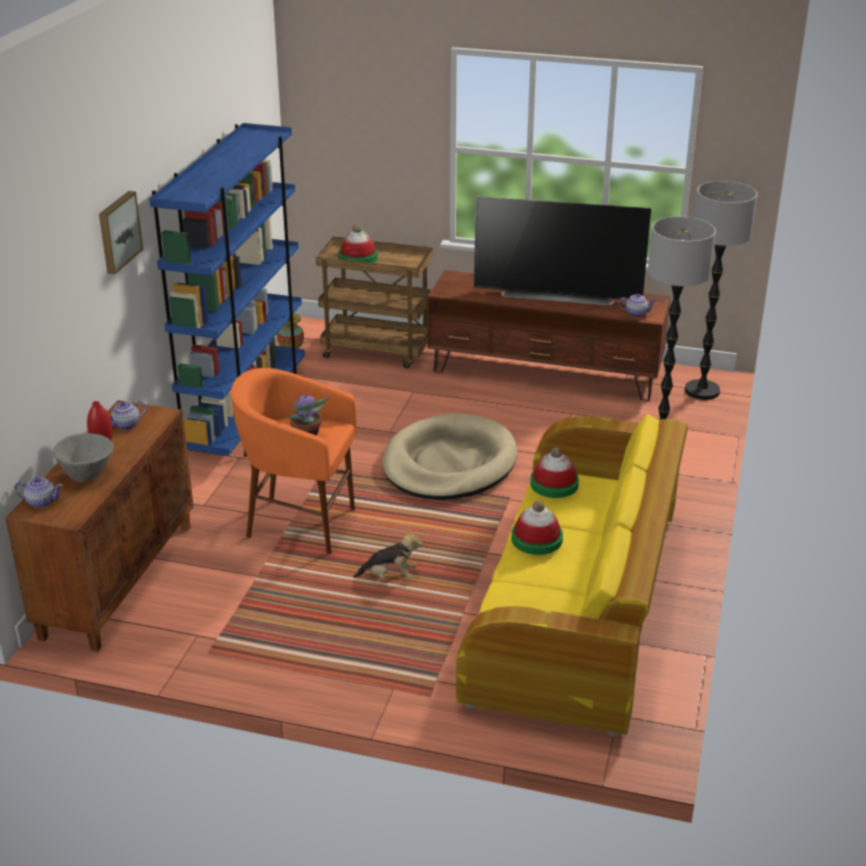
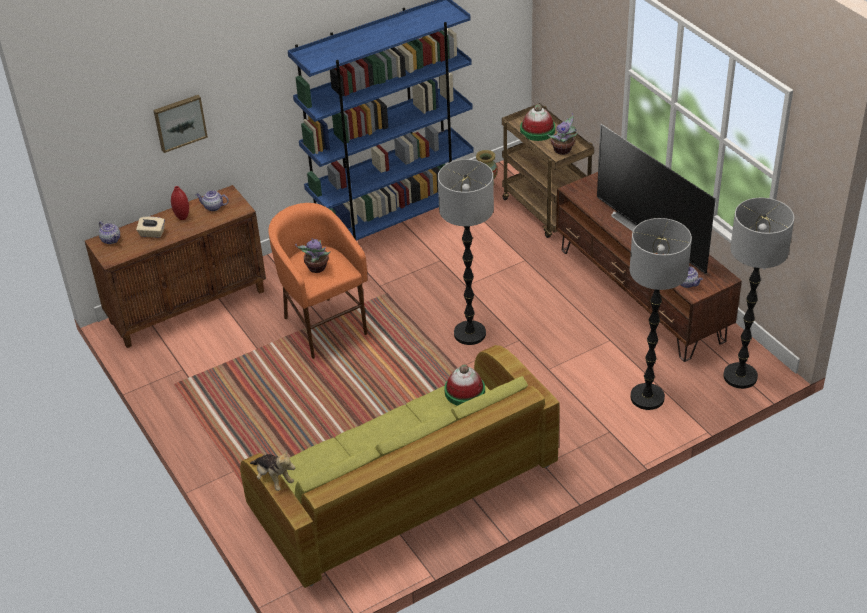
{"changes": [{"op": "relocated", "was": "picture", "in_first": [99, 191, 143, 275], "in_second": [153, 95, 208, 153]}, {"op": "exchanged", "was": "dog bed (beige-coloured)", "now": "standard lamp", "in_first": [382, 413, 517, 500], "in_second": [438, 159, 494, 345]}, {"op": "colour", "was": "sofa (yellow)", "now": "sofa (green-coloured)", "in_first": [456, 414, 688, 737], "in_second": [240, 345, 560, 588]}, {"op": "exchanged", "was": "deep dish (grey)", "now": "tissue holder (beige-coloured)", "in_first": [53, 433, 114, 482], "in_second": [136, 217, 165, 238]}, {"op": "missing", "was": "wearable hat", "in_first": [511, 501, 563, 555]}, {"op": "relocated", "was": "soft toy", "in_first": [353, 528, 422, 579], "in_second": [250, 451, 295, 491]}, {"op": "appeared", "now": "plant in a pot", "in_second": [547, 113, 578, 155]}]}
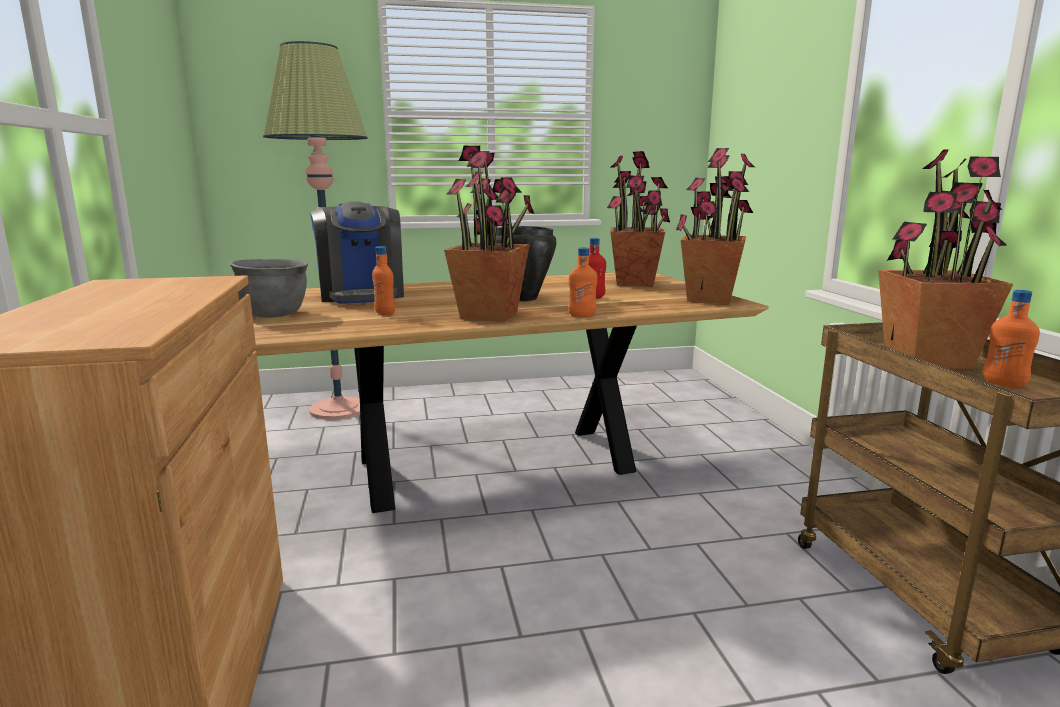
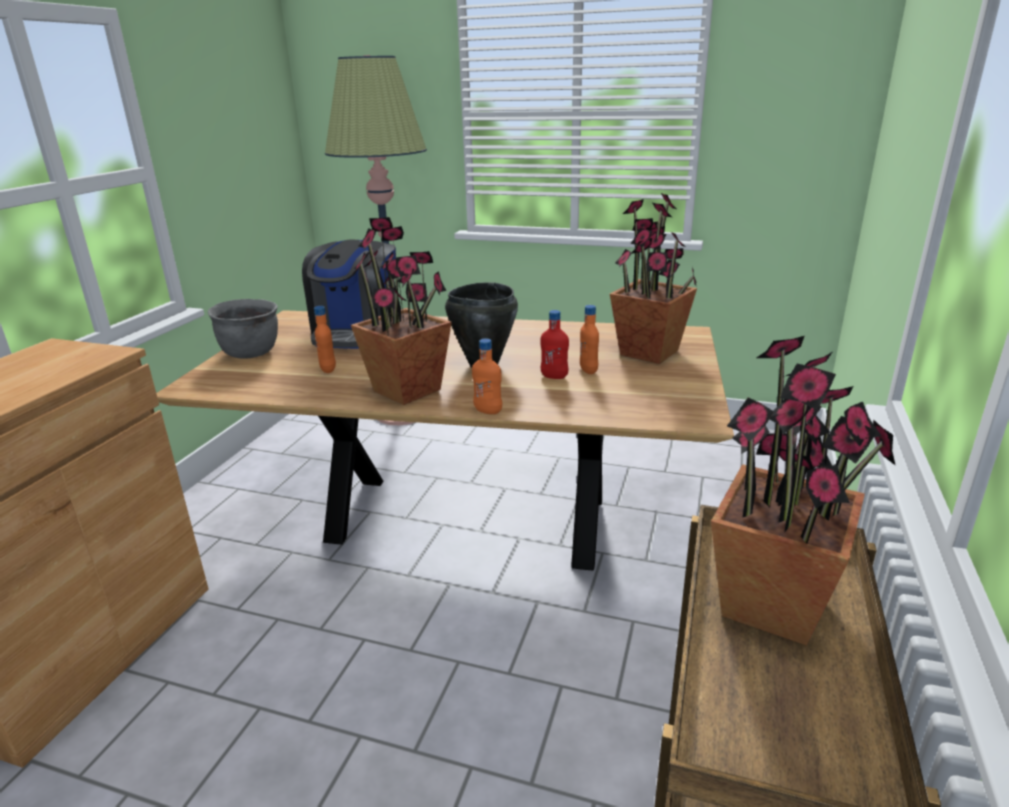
{"changes": [{"op": "missing", "was": "plant in a pot", "in_first": [676, 148, 755, 304]}, {"op": "relocated", "was": "drink bottle (orangey)", "in_first": [983, 290, 1040, 388], "in_second": [580, 305, 599, 374]}]}
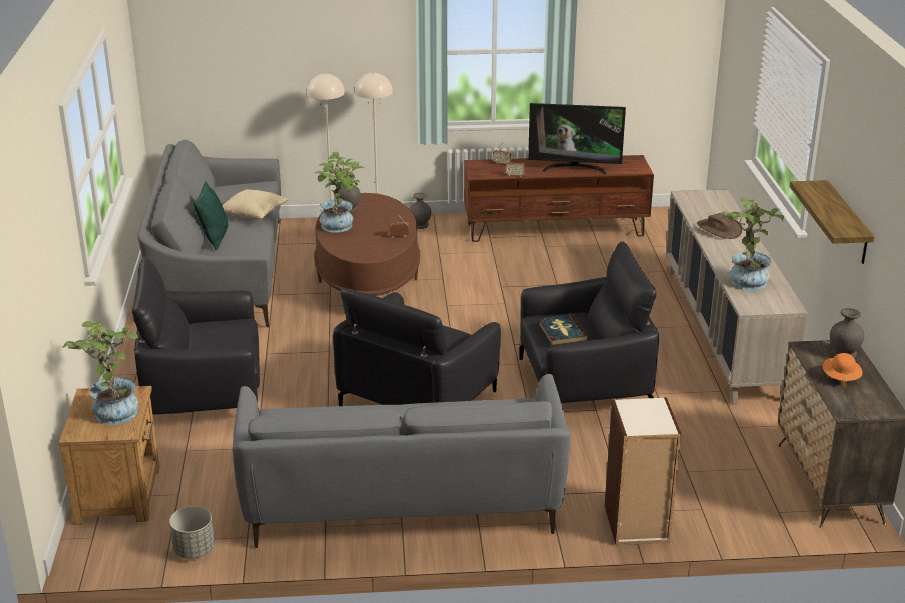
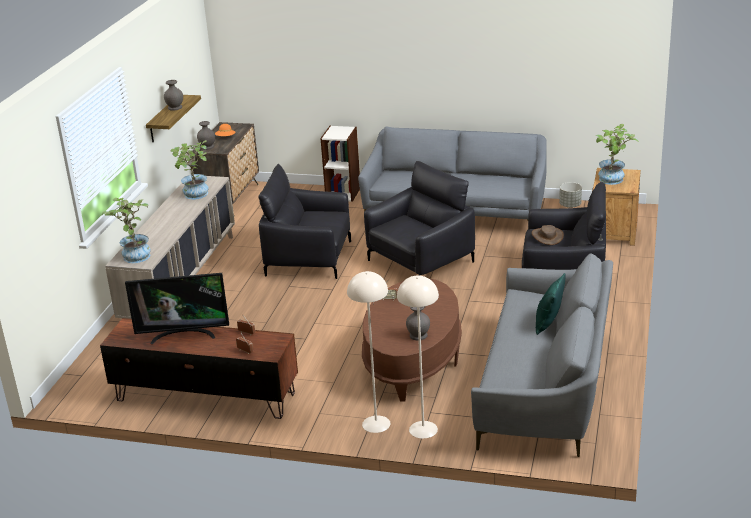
{"changes": [{"op": "spun", "was": "TV", "in_first": [528, 103, 626, 175], "in_second": [125, 273, 229, 344], "clockwise": 150}, {"op": "relocated", "was": "plant in a pot", "in_first": [314, 152, 366, 233], "in_second": [101, 198, 151, 263]}, {"op": "missing", "was": "throw pillow (beige-coloured)", "in_first": [223, 189, 289, 219]}, {"op": "relocated", "was": "decorative vase (grey)", "in_first": [410, 193, 431, 229], "in_second": [164, 80, 183, 111]}, {"op": "relocated", "was": "wearable hat (brownish)", "in_first": [697, 213, 742, 239], "in_second": [532, 225, 564, 245]}, {"op": "missing", "was": "bound book", "in_first": [538, 314, 589, 346]}]}
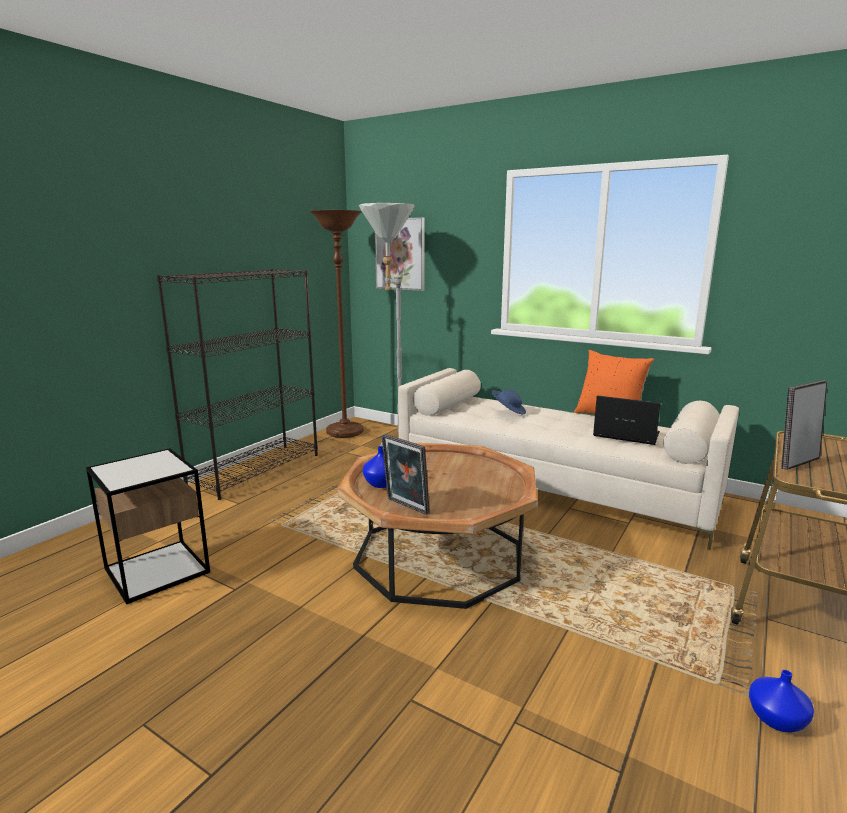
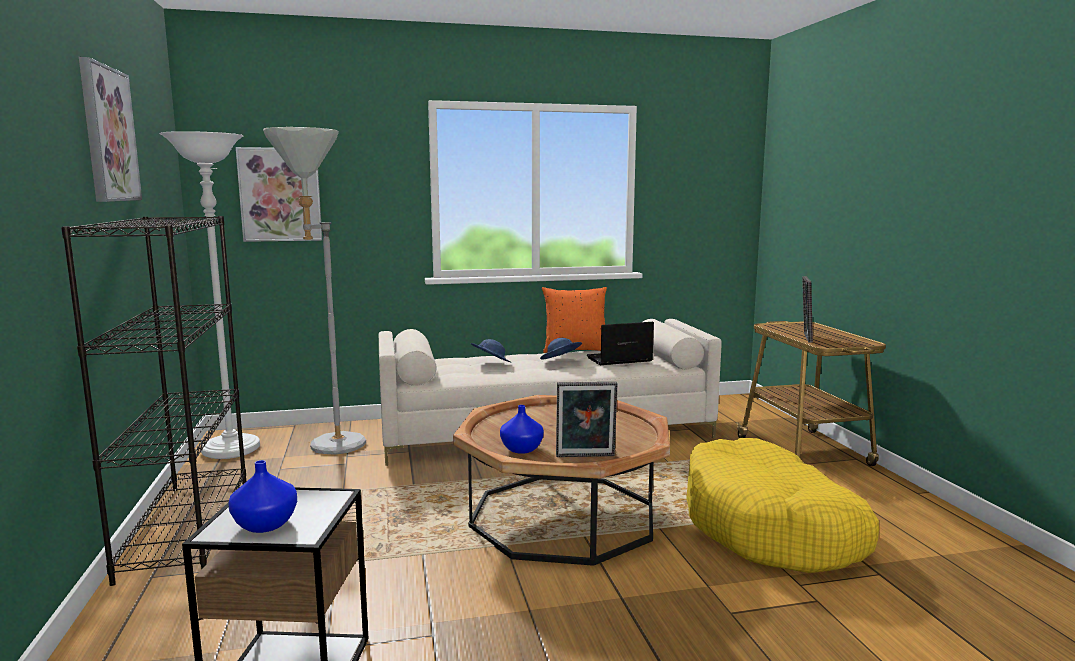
{"changes": [{"op": "colour", "was": "standard lamp (brownish)", "now": "standard lamp (whitish)", "in_first": [309, 210, 364, 438], "in_second": [159, 131, 260, 459]}, {"op": "relocated", "was": "decorative vase (blue)", "in_first": [749, 670, 814, 733], "in_second": [228, 460, 297, 533]}, {"op": "appeared", "now": "picture", "in_second": [79, 57, 142, 202]}, {"op": "appeared", "now": "wearable hat (blue)", "in_second": [540, 338, 582, 360]}, {"op": "appeared", "now": "dog bed (yellow)", "in_second": [686, 438, 879, 573]}]}
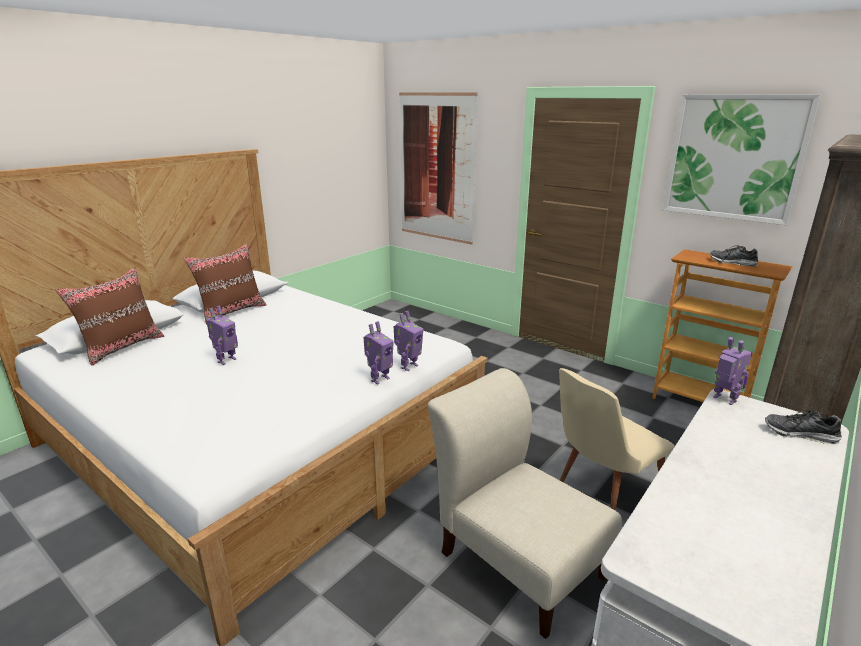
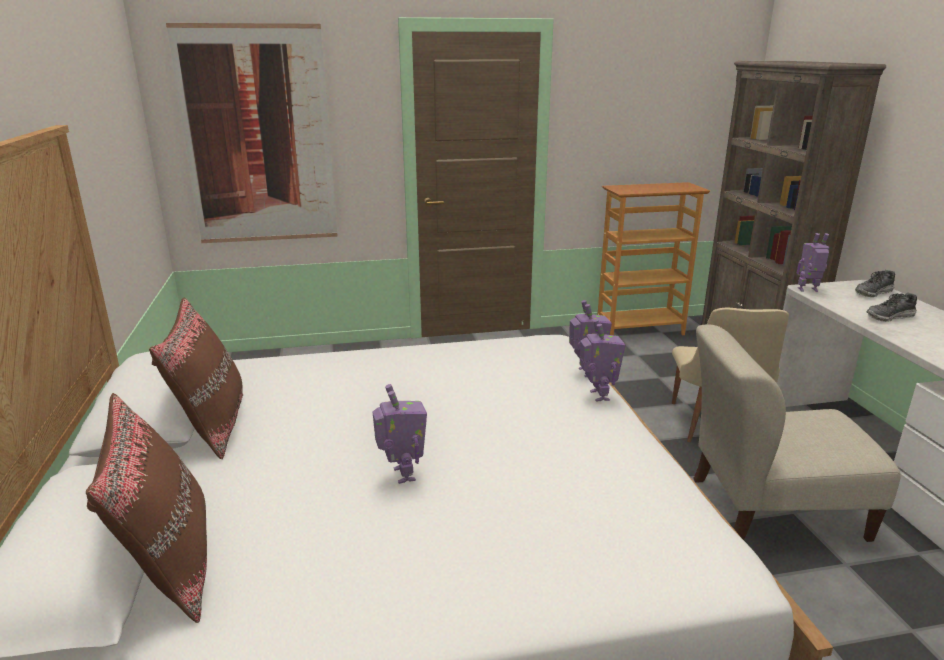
{"changes": [{"op": "missing", "was": "picture", "in_first": [663, 94, 821, 225]}, {"op": "relocated", "was": "item of footwear", "in_first": [710, 246, 758, 266], "in_second": [866, 293, 917, 322]}]}
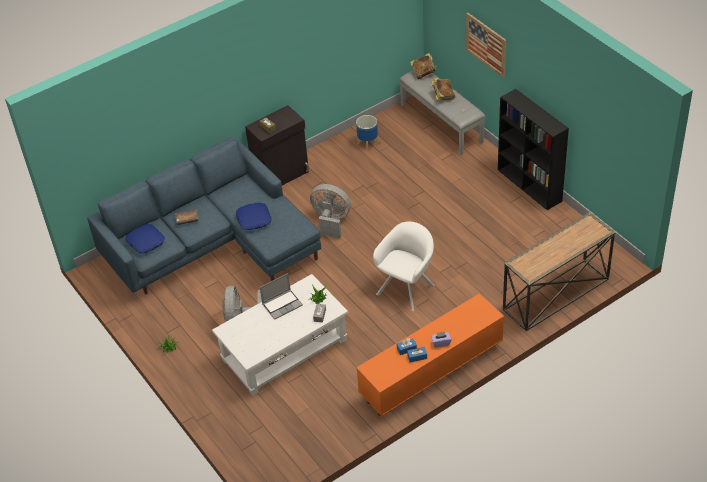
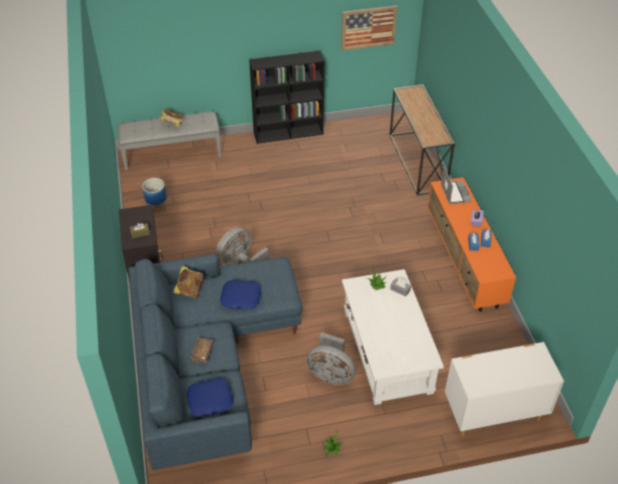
{"changes": [{"op": "relocated", "was": "picture", "in_first": [466, 13, 506, 78], "in_second": [341, 6, 398, 51]}, {"op": "relocated", "was": "bound book", "in_first": [410, 53, 438, 79], "in_second": [173, 266, 204, 299]}, {"op": "missing", "was": "lounge chair (whitish)", "in_first": [373, 222, 434, 312]}, {"op": "relocated", "was": "notebook computer", "in_first": [260, 273, 303, 320], "in_second": [441, 166, 472, 204]}, {"op": "appeared", "now": "drawer chest (whitish)", "in_second": [445, 342, 564, 436]}]}
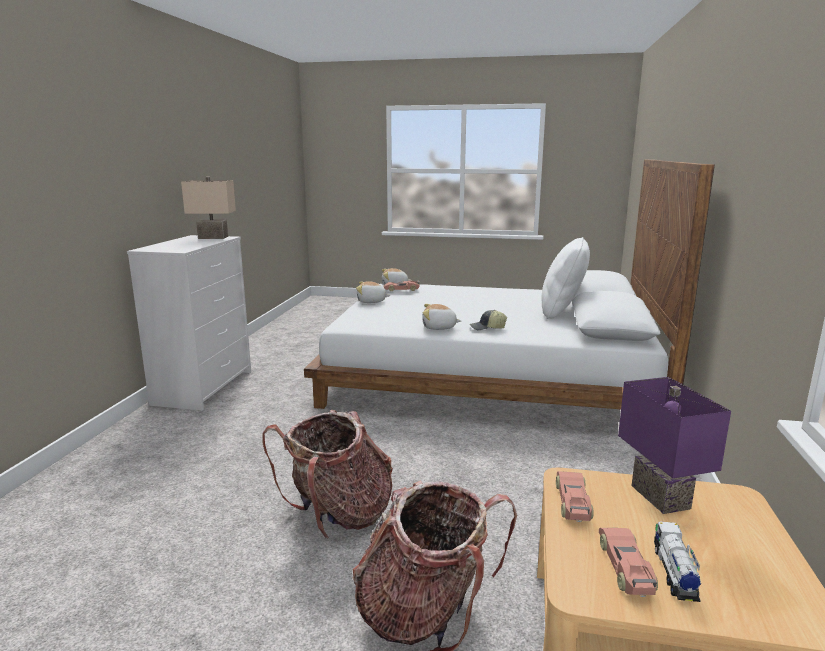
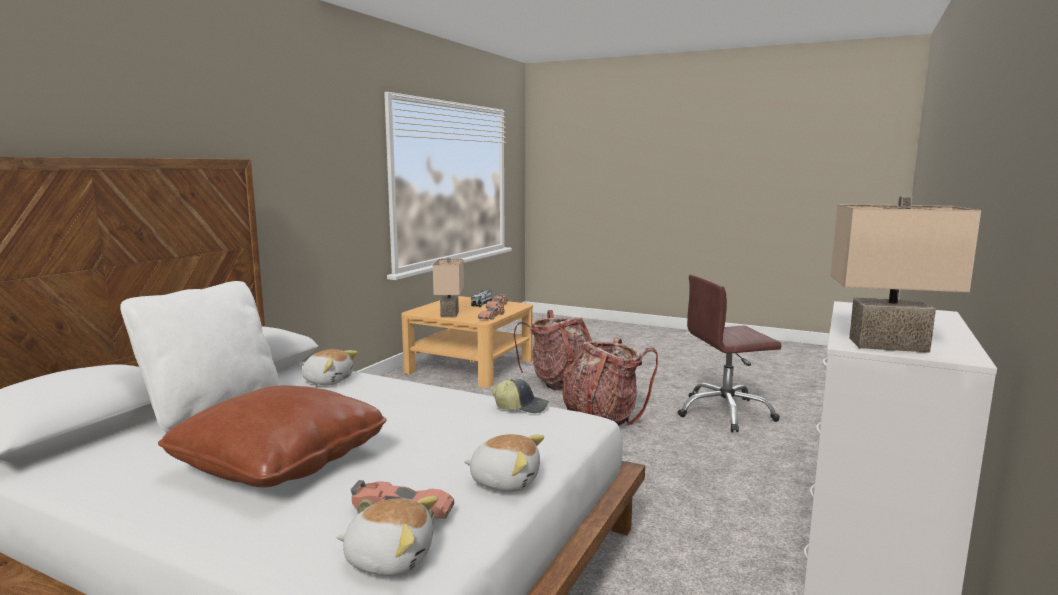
{"changes": [{"op": "relocated", "was": "soft toy", "in_first": [422, 304, 461, 330], "in_second": [302, 349, 358, 385]}, {"op": "relocated", "was": "peaked cap", "in_first": [470, 310, 507, 330], "in_second": [492, 379, 549, 413]}, {"op": "colour", "was": "tabletop lamp (purplish)", "now": "tabletop lamp (beige-coloured)", "in_first": [618, 377, 731, 514], "in_second": [433, 258, 464, 318]}, {"op": "appeared", "now": "computer chair (brownish)", "in_second": [678, 275, 782, 432]}, {"op": "appeared", "now": "throw pillow (brownish)", "in_second": [158, 385, 387, 487]}]}
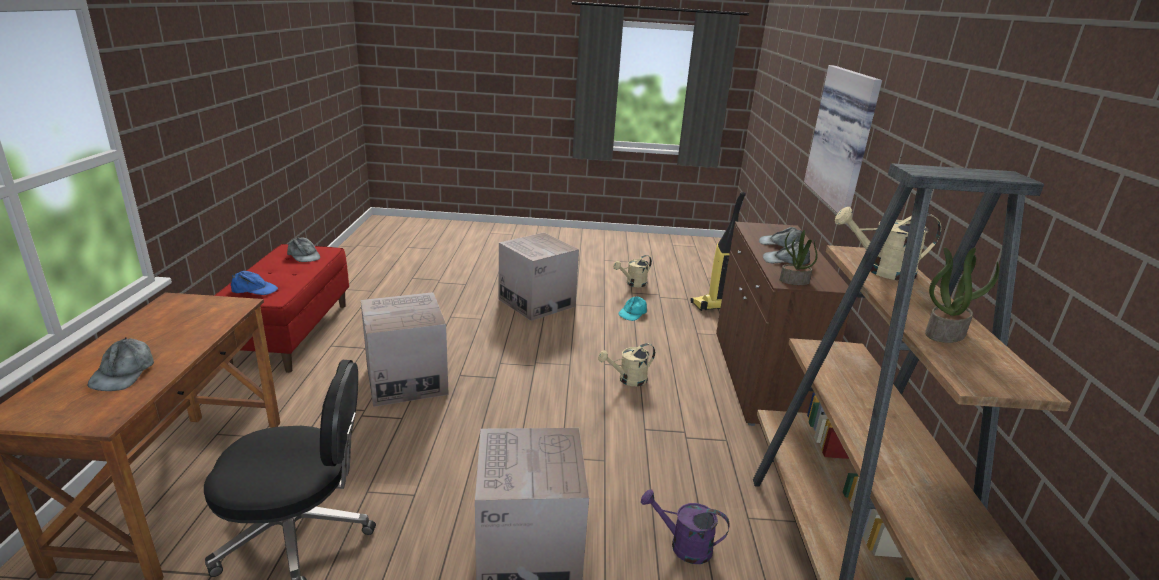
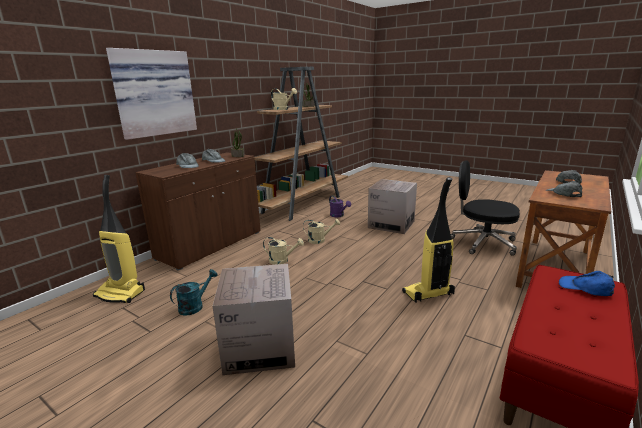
{"changes": [{"op": "relocated", "was": "peaked cap (grey)", "in_first": [287, 238, 320, 262], "in_second": [546, 181, 582, 197]}, {"op": "relocated", "was": "watering pot (beige-coloured)", "in_first": [613, 255, 652, 287], "in_second": [303, 219, 340, 244]}, {"op": "exchanged", "was": "packing box", "now": "vacuum cleaner", "in_first": [361, 292, 449, 407], "in_second": [402, 177, 455, 303]}, {"op": "exchanged", "was": "peaked cap (blue-green)", "now": "watering pot (blue-green)", "in_first": [618, 296, 647, 321], "in_second": [170, 269, 218, 316]}]}
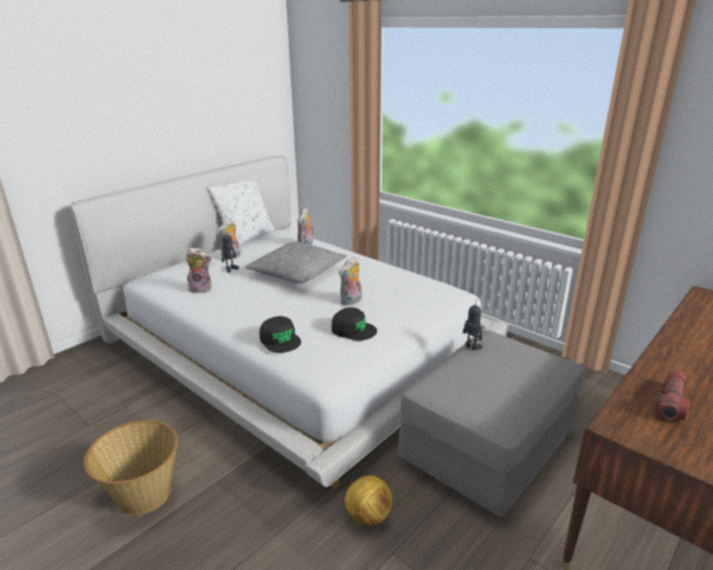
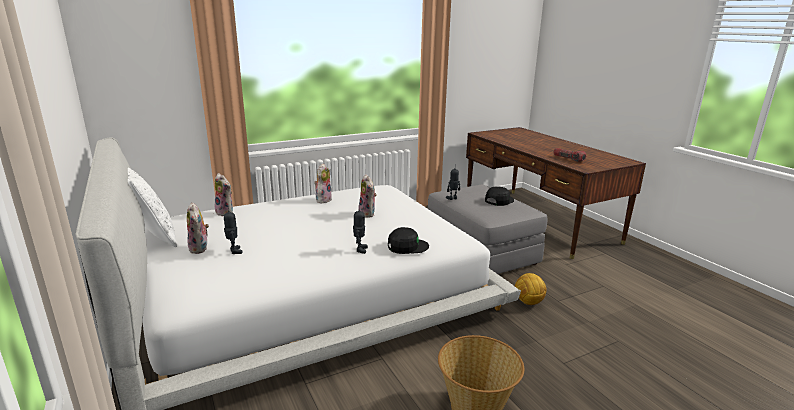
{"changes": [{"op": "missing", "was": "throw pillow (grey)", "in_first": [245, 242, 347, 284]}, {"op": "relocated", "was": "soft toy", "in_first": [185, 247, 212, 293], "in_second": [314, 163, 332, 203]}, {"op": "relocated", "was": "peaked cap (black-coloured)", "in_first": [332, 307, 377, 341], "in_second": [485, 186, 514, 206]}, {"op": "appeared", "now": "toy robot", "in_second": [353, 210, 368, 254]}]}
